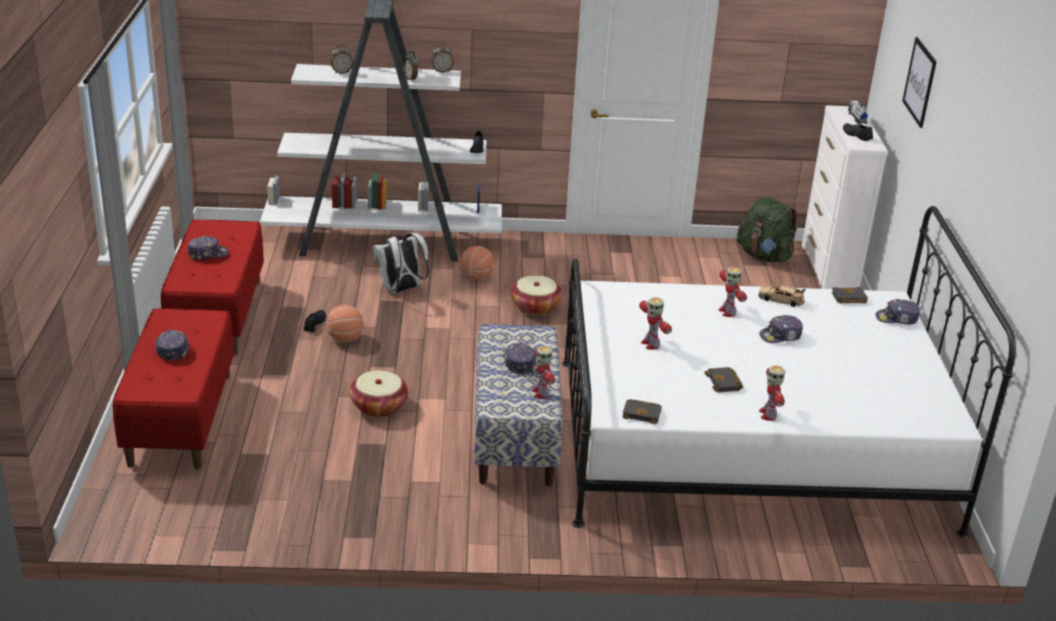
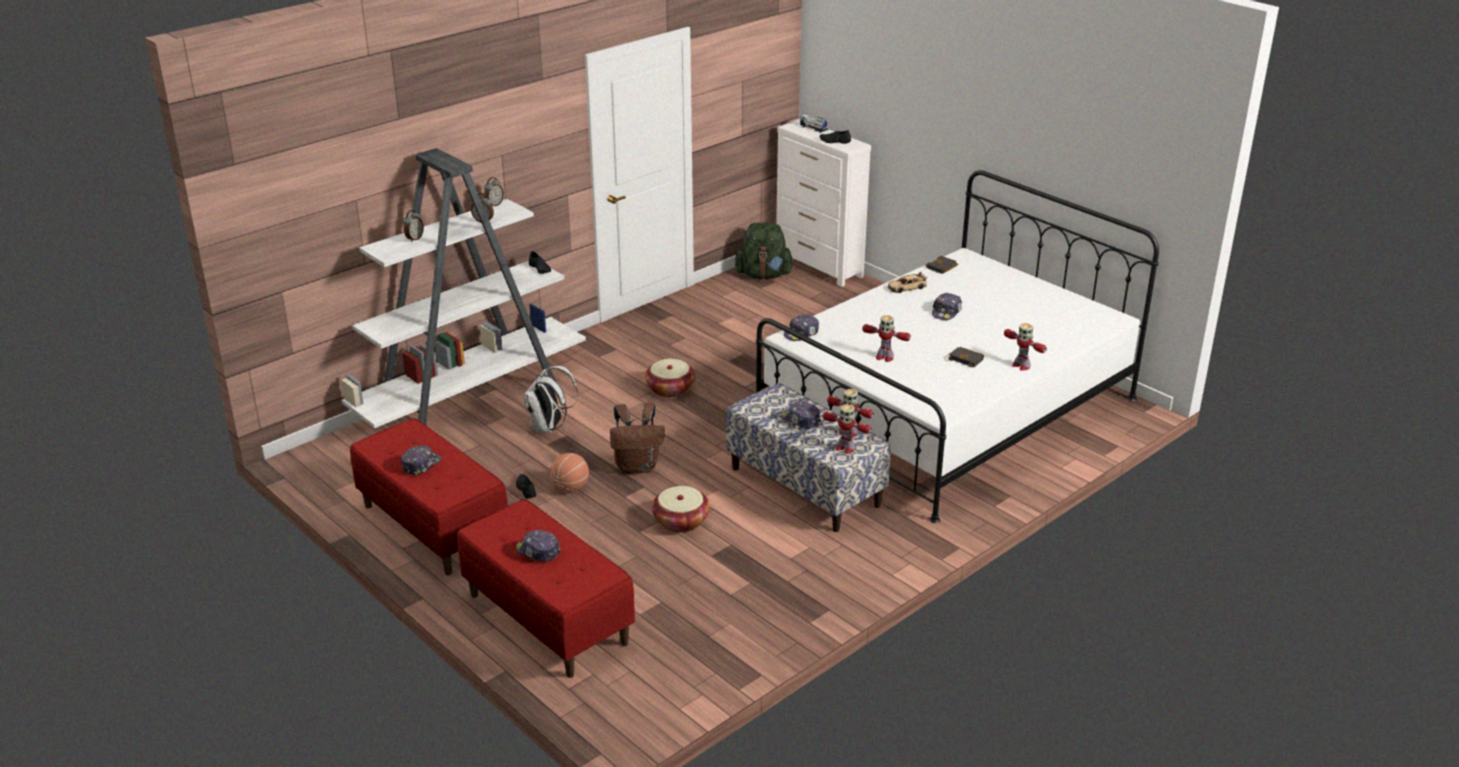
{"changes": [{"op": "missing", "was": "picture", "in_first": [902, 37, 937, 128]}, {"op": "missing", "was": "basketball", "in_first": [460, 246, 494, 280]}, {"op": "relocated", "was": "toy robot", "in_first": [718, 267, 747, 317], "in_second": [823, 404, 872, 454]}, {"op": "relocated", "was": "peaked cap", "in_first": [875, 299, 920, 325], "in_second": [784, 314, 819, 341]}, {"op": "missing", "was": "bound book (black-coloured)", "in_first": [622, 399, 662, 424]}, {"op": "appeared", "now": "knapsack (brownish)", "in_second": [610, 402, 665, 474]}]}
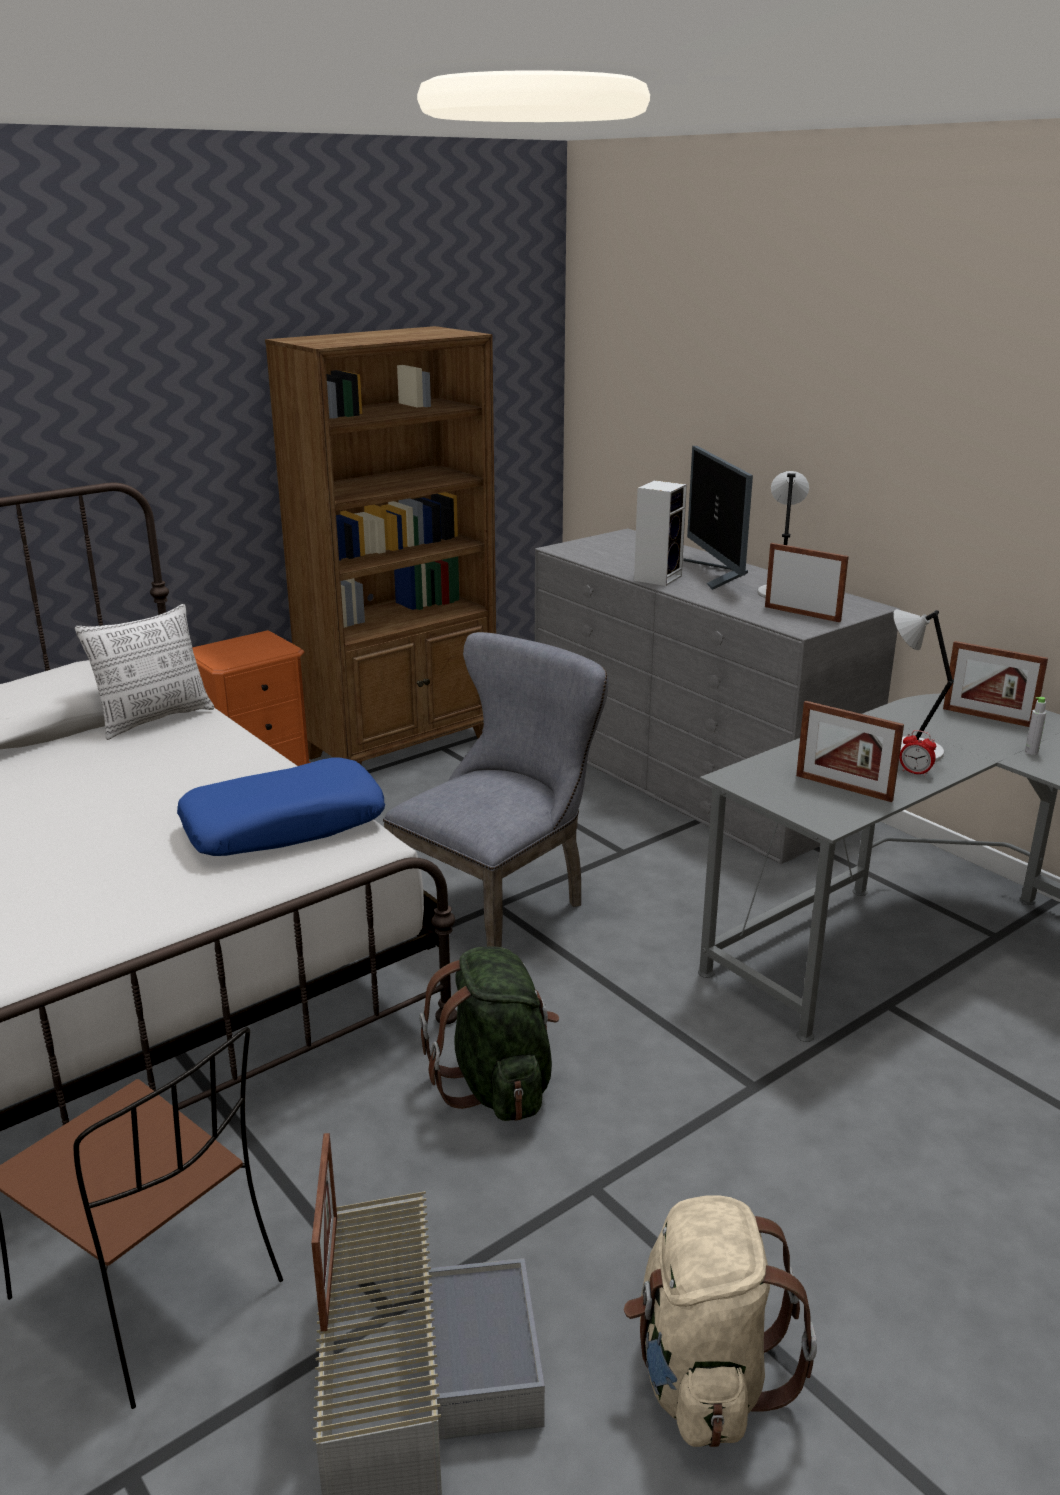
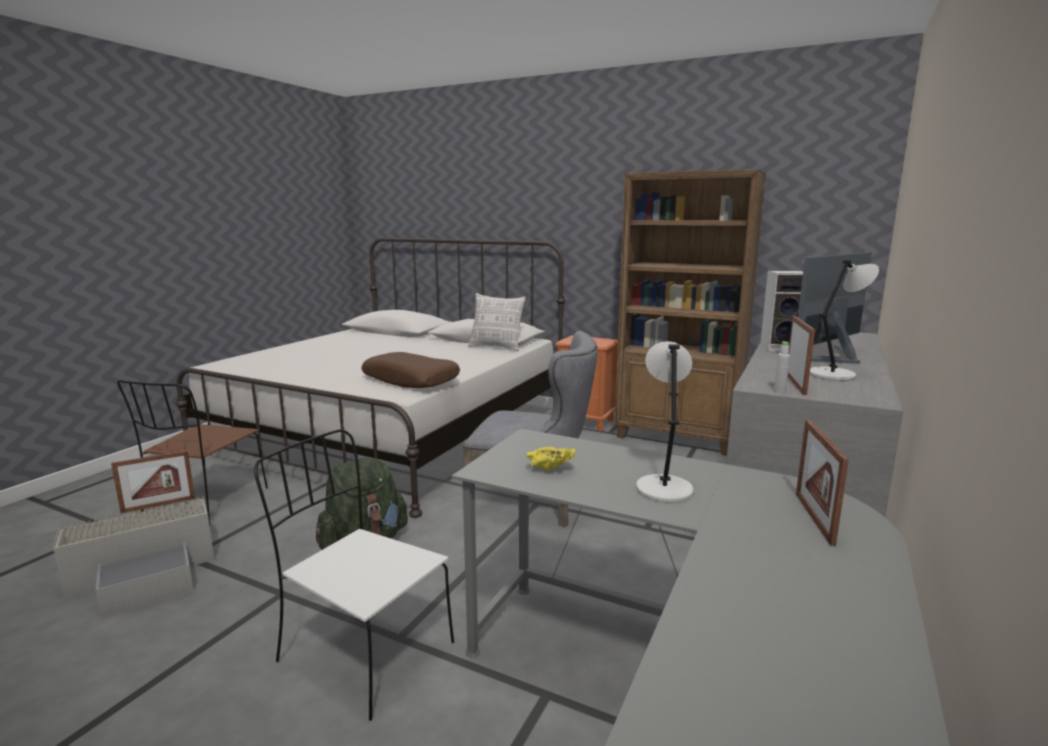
{"changes": [{"op": "relocated", "was": "drink bottle (grey)", "in_first": [1025, 697, 1046, 755], "in_second": [774, 341, 790, 392]}, {"op": "exchanged", "was": "picture frame", "now": "deep dish (yellow)", "in_first": [796, 701, 904, 802], "in_second": [526, 447, 576, 471]}, {"op": "missing", "was": "bedside clock", "in_first": [899, 730, 936, 776]}, {"op": "colour", "was": "throw pillow (blue)", "now": "throw pillow (brownish)", "in_first": [177, 757, 385, 856], "in_second": [361, 352, 460, 388]}, {"op": "missing", "was": "knapsack (beige-coloured)", "in_first": [624, 1195, 817, 1447]}, {"op": "appeared", "now": "plain chair (whitish)", "in_second": [254, 429, 454, 721]}]}
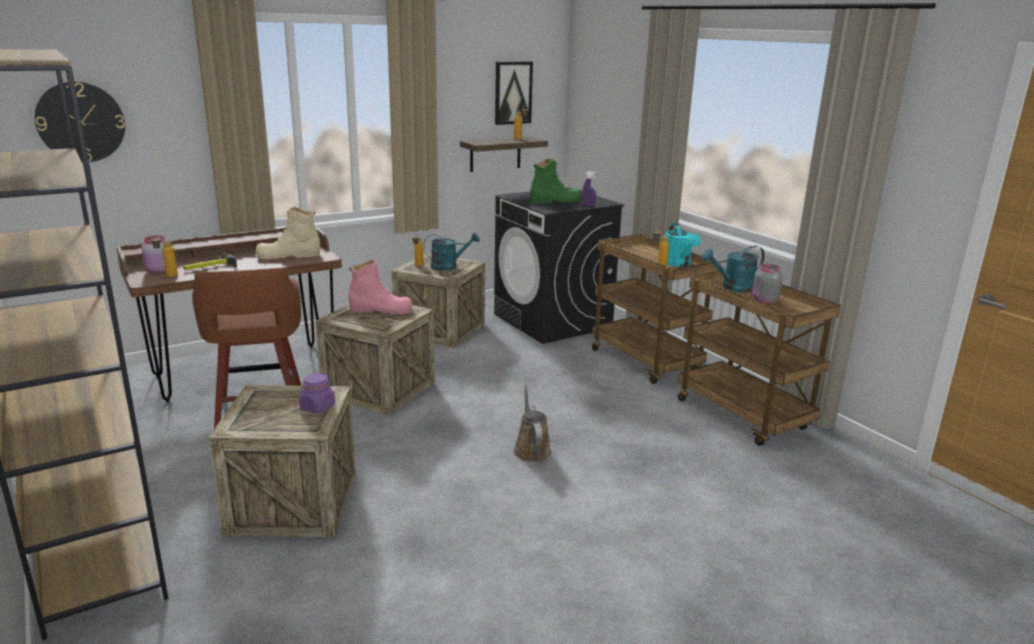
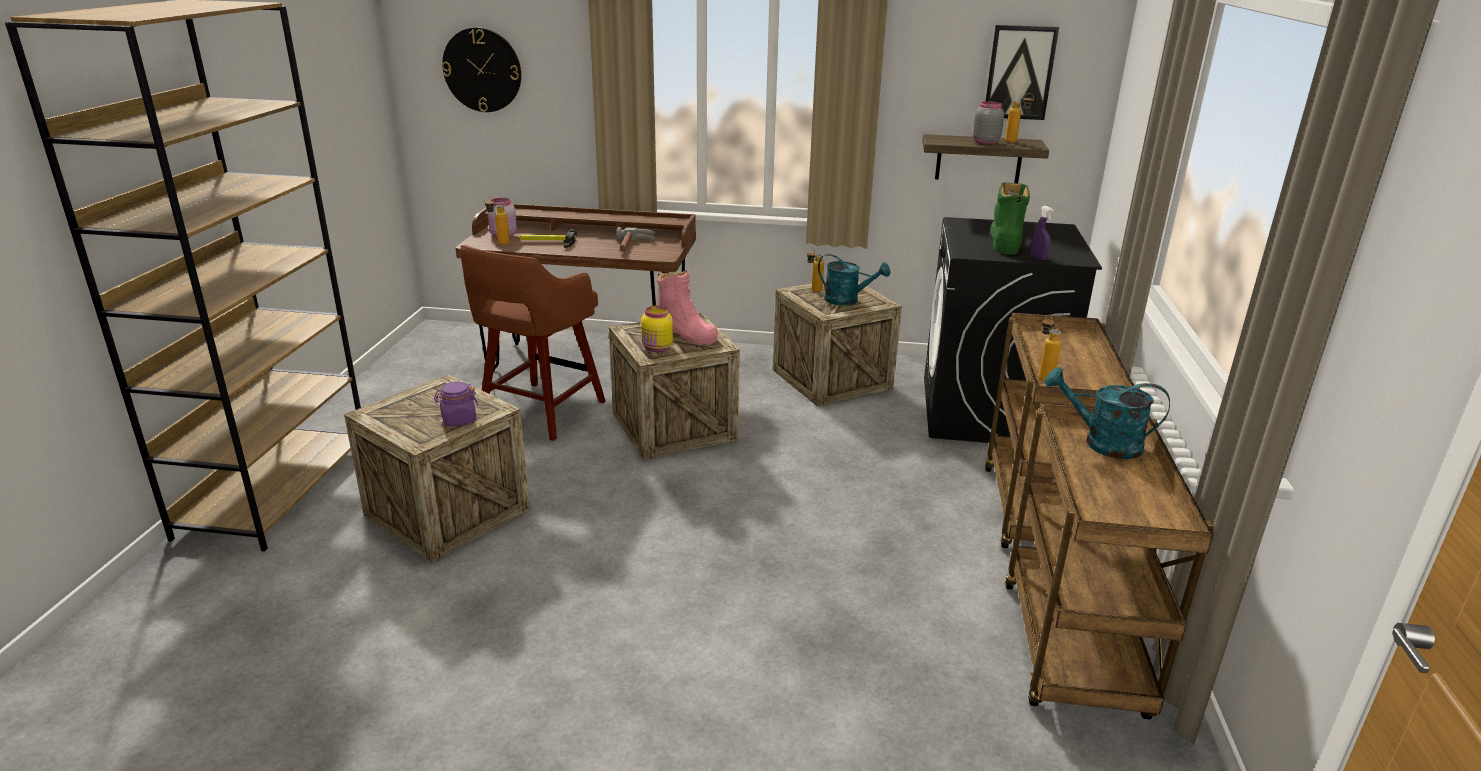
{"changes": [{"op": "spun", "was": "tall boot (green-coloured)", "in_first": [530, 159, 582, 204], "in_second": [990, 182, 1030, 255], "clockwise": -105}, {"op": "exchanged", "was": "tall boot (beige-coloured)", "now": "tool hammer", "in_first": [256, 207, 320, 260], "in_second": [616, 227, 656, 252]}, {"op": "missing", "was": "watering pot (blue-green)", "in_first": [666, 222, 700, 267]}, {"op": "relocated", "was": "jar (grey)", "in_first": [752, 264, 783, 304], "in_second": [972, 101, 1004, 144]}, {"op": "missing", "was": "watering pot (brownish)", "in_first": [514, 384, 551, 462]}, {"op": "appeared", "now": "jar (yellow)", "in_second": [641, 305, 673, 352]}]}
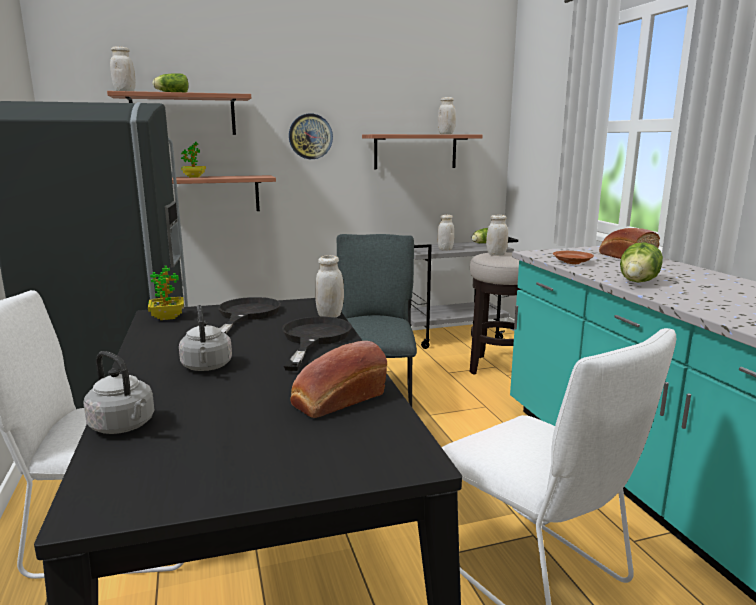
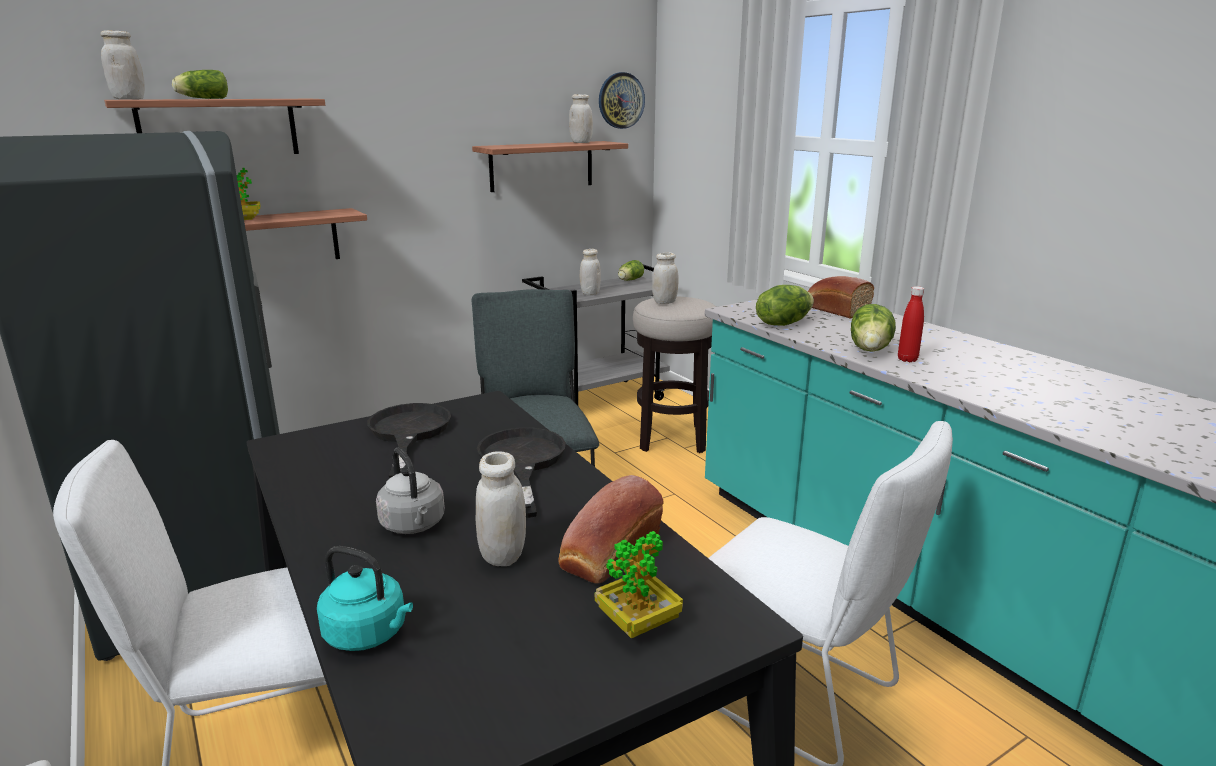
{"changes": [{"op": "relocated", "was": "hanging clock", "in_first": [289, 114, 333, 159], "in_second": [599, 72, 645, 129]}, {"op": "exchanged", "was": "plate (brownish)", "now": "head of lettuce", "in_first": [553, 251, 594, 264], "in_second": [756, 285, 814, 326]}, {"op": "relocated", "was": "jar (whitish)", "in_first": [315, 255, 344, 318], "in_second": [475, 451, 526, 566]}, {"op": "relocated", "was": "plant in a pot", "in_first": [148, 266, 184, 320], "in_second": [595, 531, 683, 638]}, {"op": "colour", "was": "water kettle (grey)", "now": "water kettle (blue-green)", "in_first": [83, 351, 155, 434], "in_second": [317, 546, 413, 651]}, {"op": "appeared", "now": "drink bottle (reddish)", "in_second": [898, 286, 924, 362]}]}
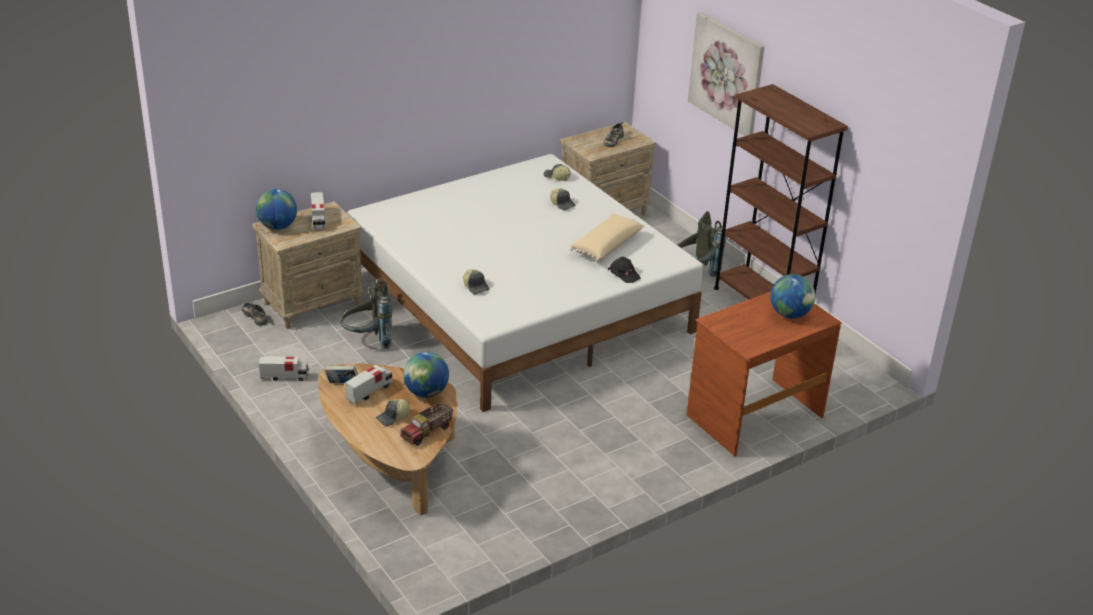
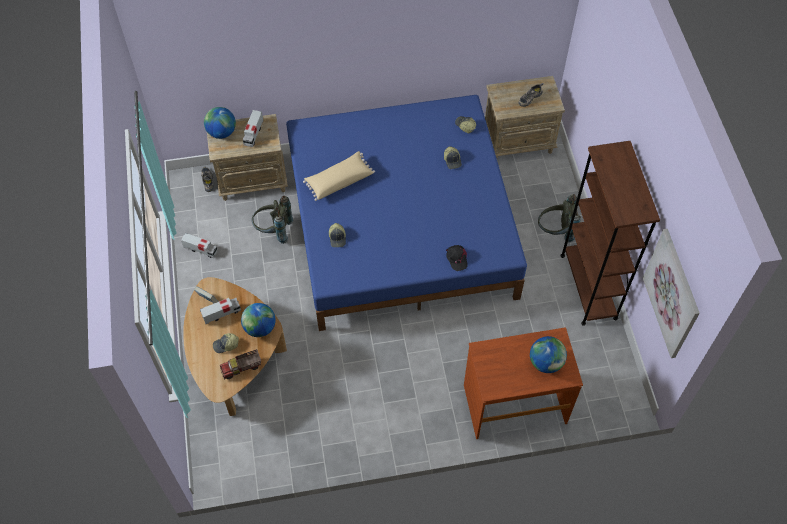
{"changes": [{"op": "relocated", "was": "picture", "in_first": [688, 12, 765, 136], "in_second": [643, 229, 700, 358]}, {"op": "colour", "was": "sleeping bed (whitish)", "now": "sleeping bed (blue)", "in_first": [347, 154, 703, 412], "in_second": [286, 95, 527, 331]}, {"op": "relocated", "was": "throw pillow (beige-coloured)", "in_first": [570, 213, 644, 261], "in_second": [303, 151, 375, 201]}]}
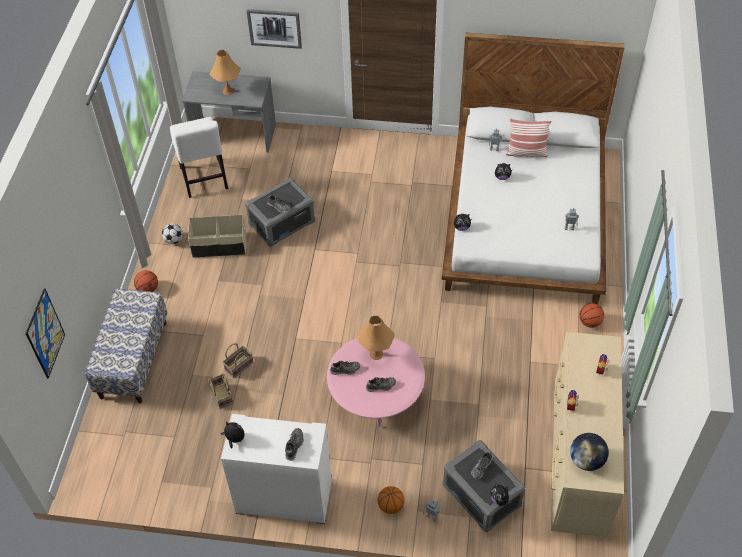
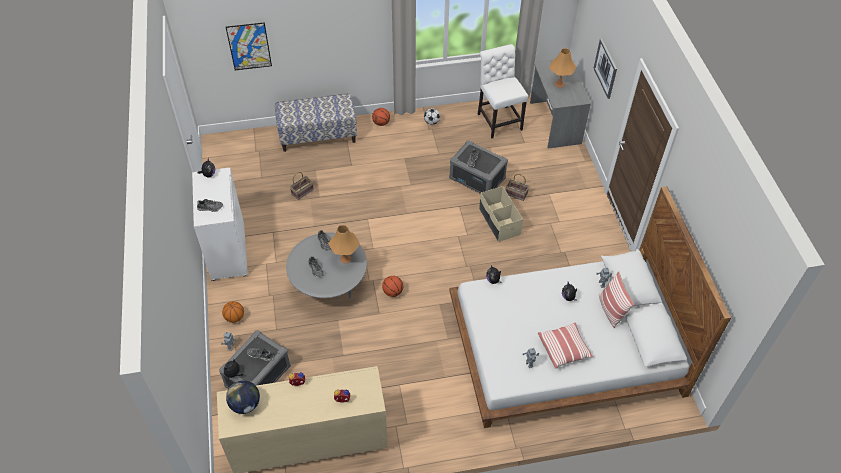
{"changes": [{"op": "spun", "was": "plain chair (whitish)", "in_first": [170, 117, 228, 198], "in_second": [478, 44, 528, 138], "clockwise": 105}, {"op": "relocated", "was": "storage container (beige-coloured)", "in_first": [188, 215, 246, 258], "in_second": [479, 186, 523, 242]}, {"op": "relocated", "was": "basketball", "in_first": [579, 303, 604, 328], "in_second": [382, 276, 403, 297]}, {"op": "colour", "was": "lounge table (pinkish)", "now": "lounge table (grey)", "in_first": [327, 338, 425, 427], "in_second": [286, 233, 367, 298]}, {"op": "relocated", "was": "basket", "in_first": [223, 343, 254, 378], "in_second": [505, 174, 529, 201]}, {"op": "appeared", "now": "throw pillow", "in_second": [538, 322, 593, 369]}]}
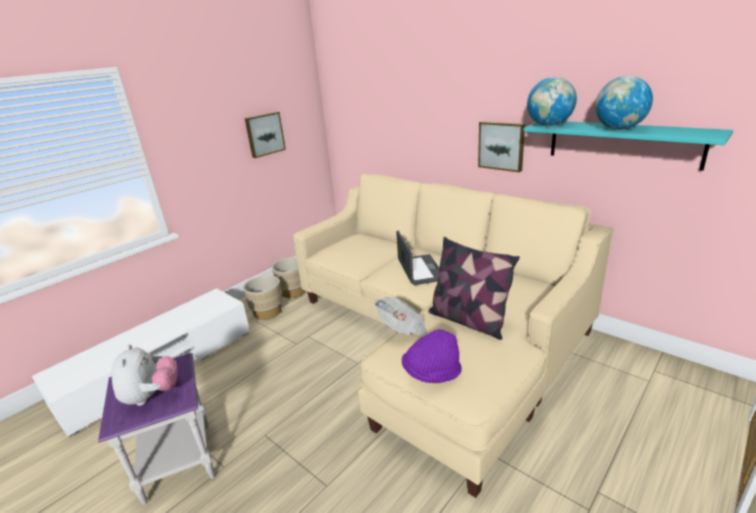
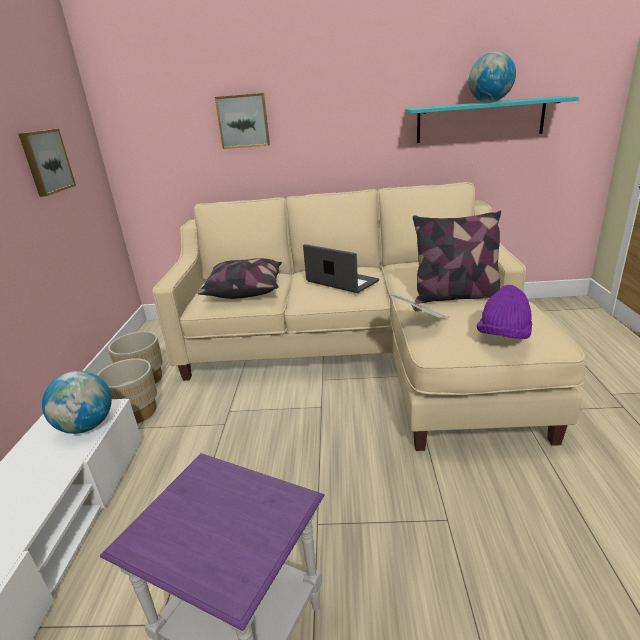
{"changes": [{"op": "relocated", "was": "world globe", "in_first": [527, 77, 577, 126], "in_second": [42, 371, 112, 434]}, {"op": "relocated", "was": "picture", "in_first": [478, 121, 525, 172], "in_second": [215, 93, 270, 149]}, {"op": "missing", "was": "soft toy", "in_first": [112, 345, 178, 406]}, {"op": "appeared", "now": "throw pillow", "in_second": [197, 258, 282, 299]}]}
